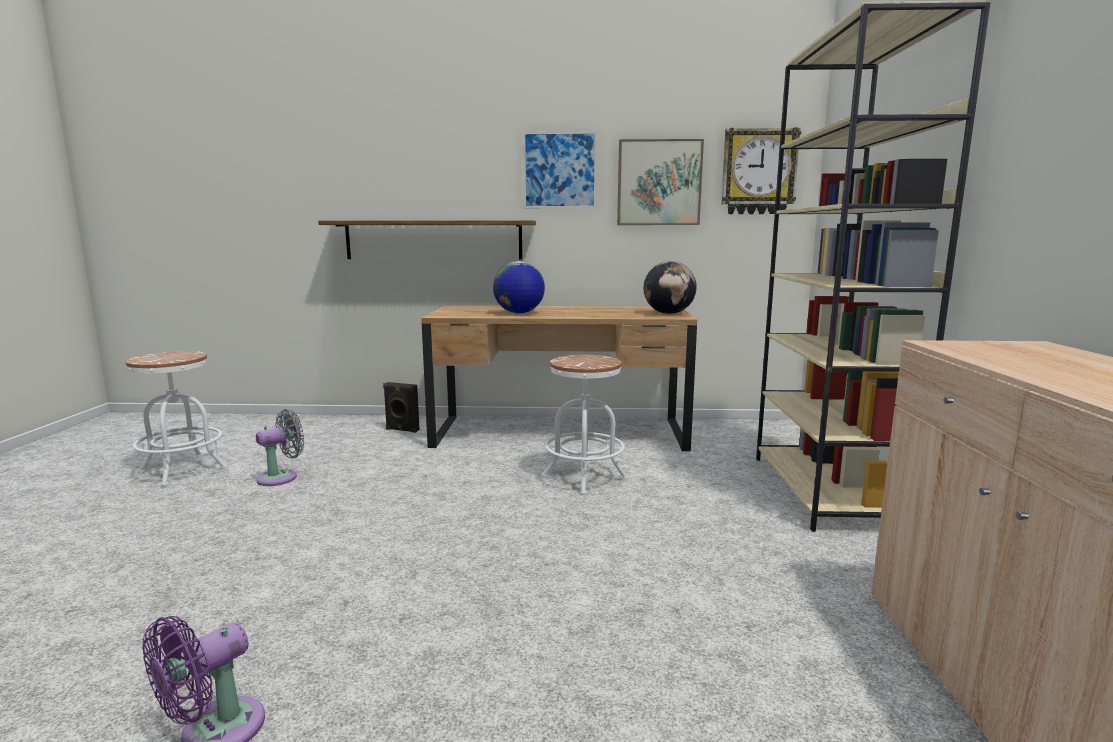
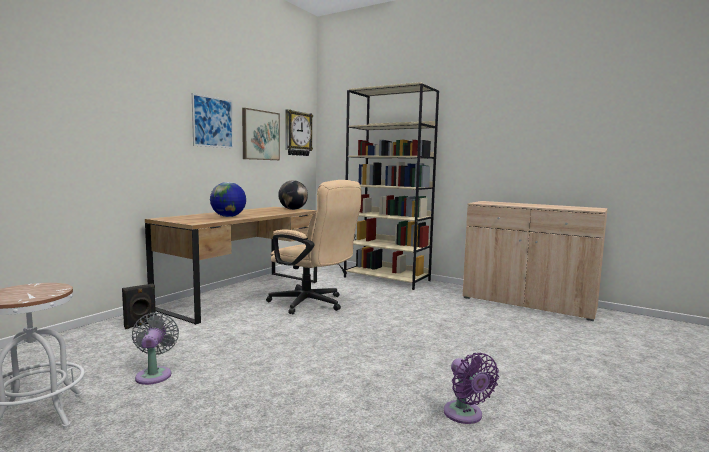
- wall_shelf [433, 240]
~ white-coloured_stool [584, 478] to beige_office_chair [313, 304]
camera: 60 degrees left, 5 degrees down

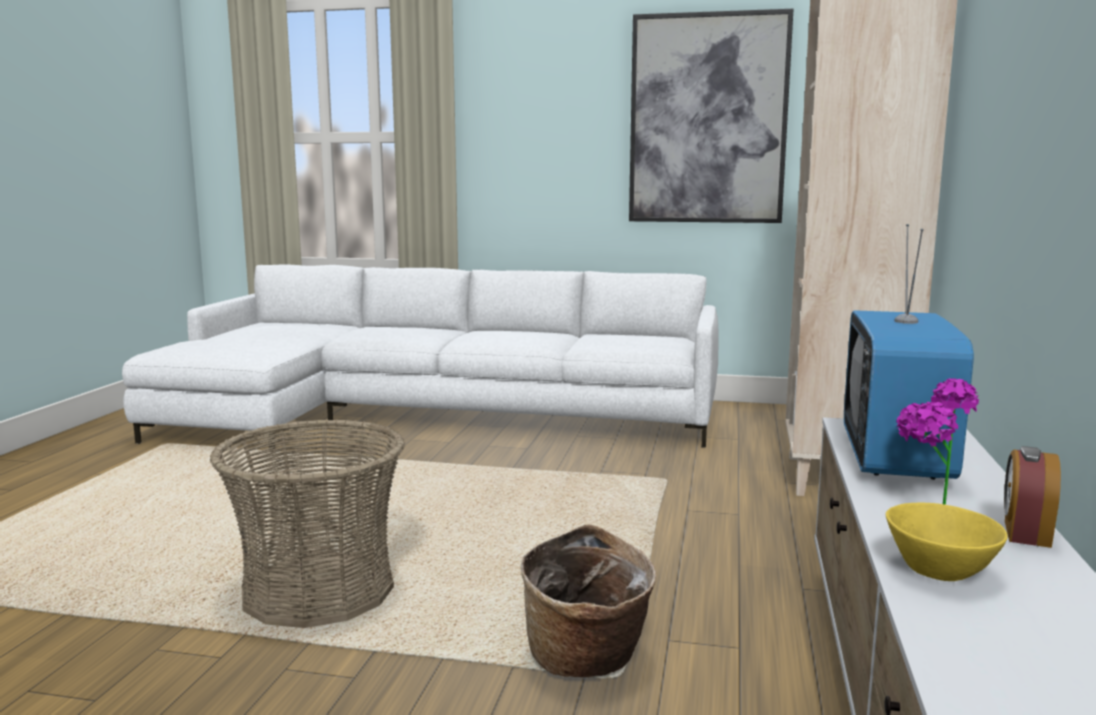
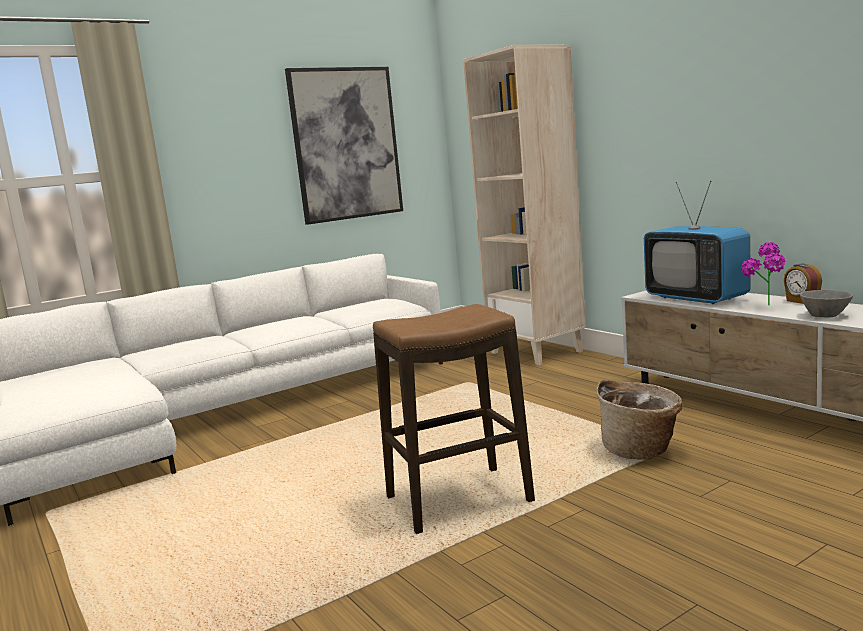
~ storage_basket [319, 592] to stool [459, 499]
~ yellow_bowl [940, 573] to gray_bowl [826, 316]
camera: 45 degrees left, 0 degrees up

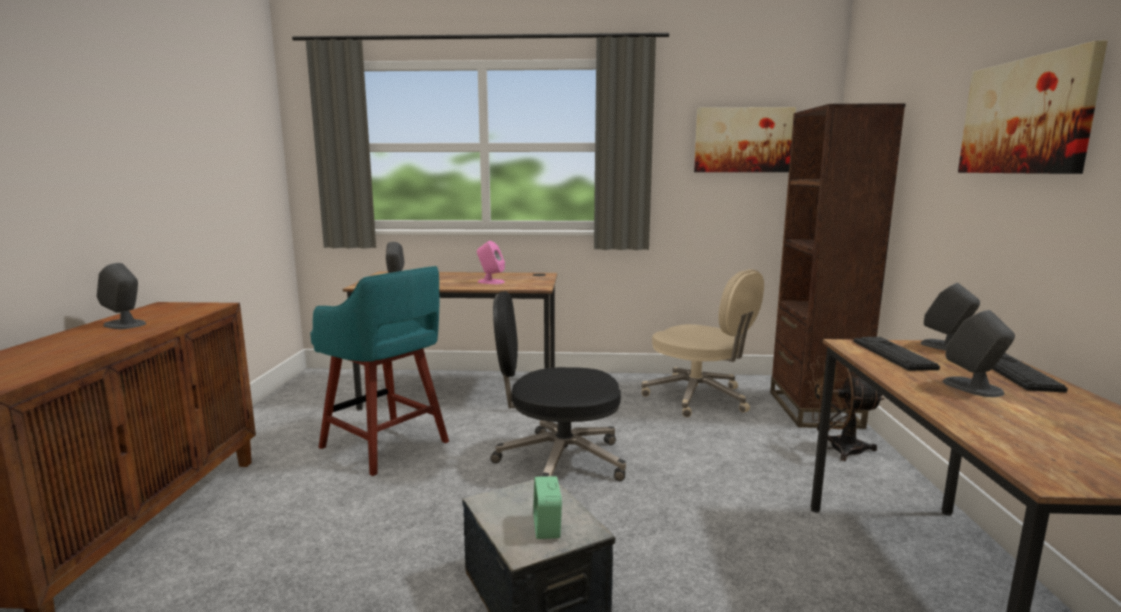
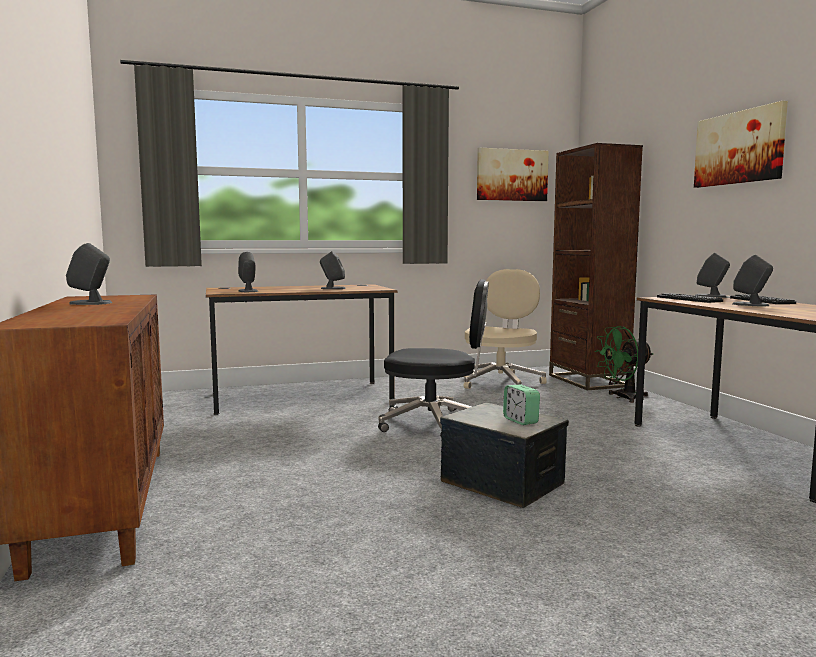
- blue-green_stool [386, 446]
~ pinkish_audio_speaker [490, 282] to gray_audio_speaker [332, 288]
~ blackish_office_chair [558, 461] = [435, 423] 150 degrees counterclockwise
~ beige_office_chair [699, 398] = [501, 382] 90 degrees counterclockwise
~ brown-coloured_cooling_fan [837, 449] to green_cooling_fan [623, 398]
camera: 20 degrees left, 5 degrees down

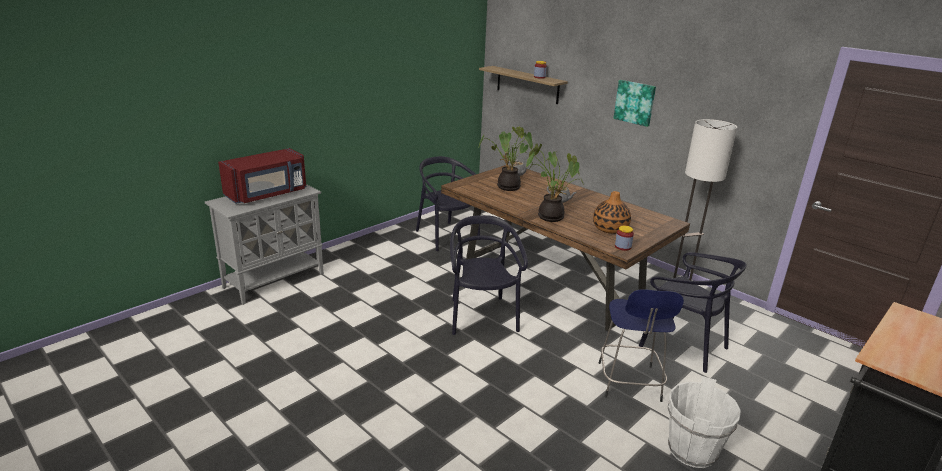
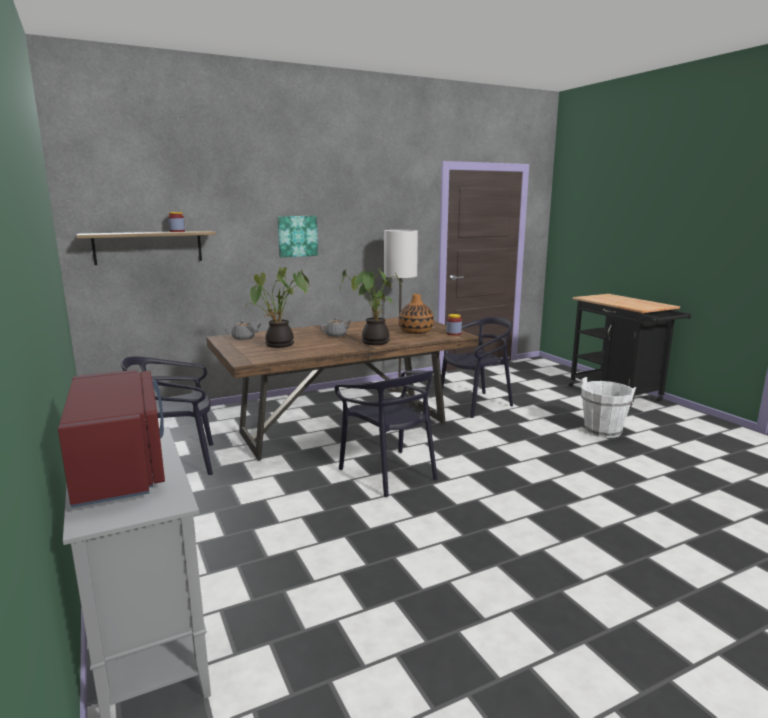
~ blackish_upright_chair [481, 316] = [389, 473] 135 degrees counterclockwise
- blue-coloured_stool [629, 383]
camera: 70 degrees left, 10 degrees down

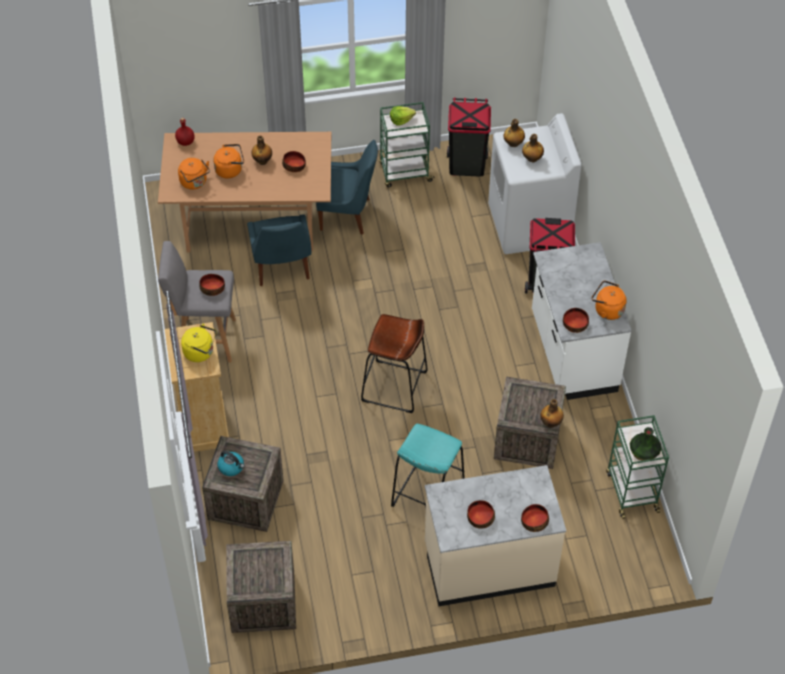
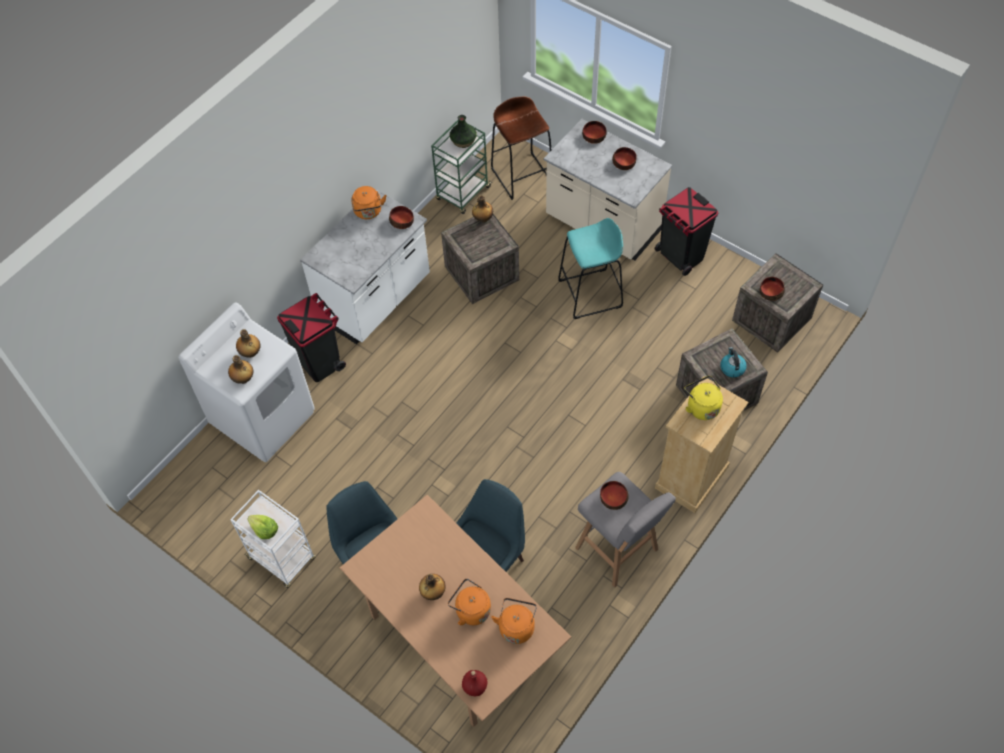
~ bowl [294, 165] to [771, 292]
~ brown-coloured_stool [394, 387] to [522, 175]
~ green_trolley [404, 173] to white-coloured_trolley [282, 559]
~ blackish_rubbish_bin [466, 164] to [680, 256]
camera: 130 degrees left, 5 degrees up

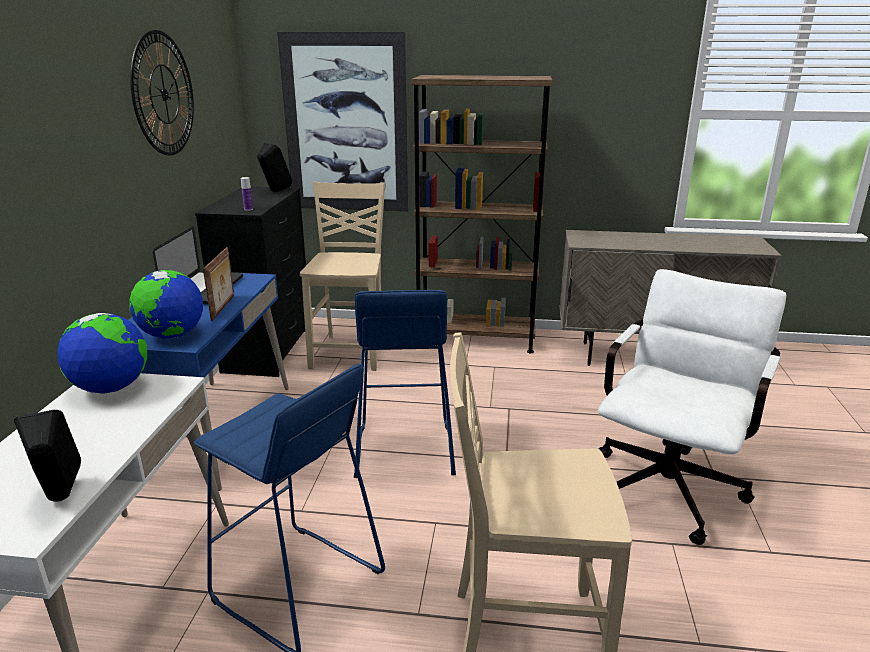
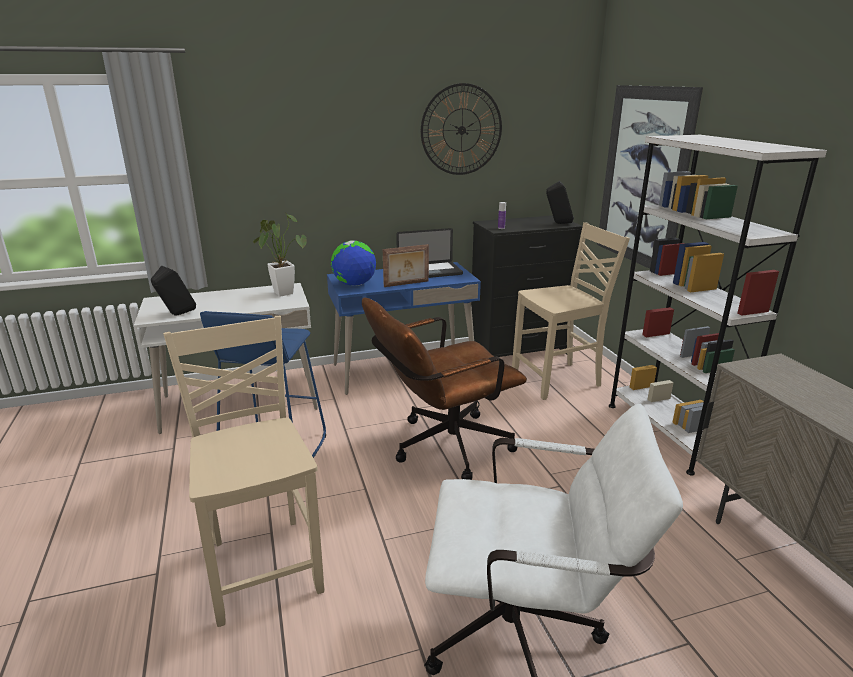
~ desk_globe [111, 388] to plant_in_a_pot [282, 292]
~ blue-coloured_stool [403, 451] to brown-coloured_office_chair [442, 448]
~ brown-coloured_shelving_unit [475, 339] to white-coloured_shelving_unit [669, 432]
camera: 65 degrees right, 0 degrees up

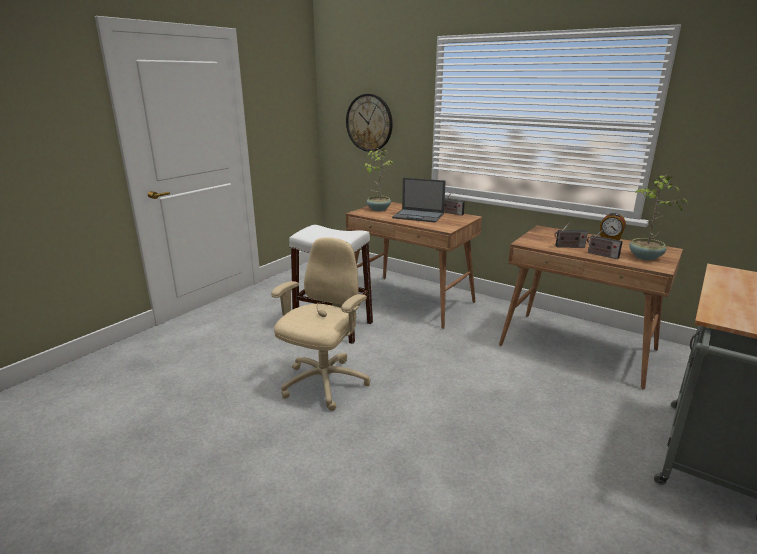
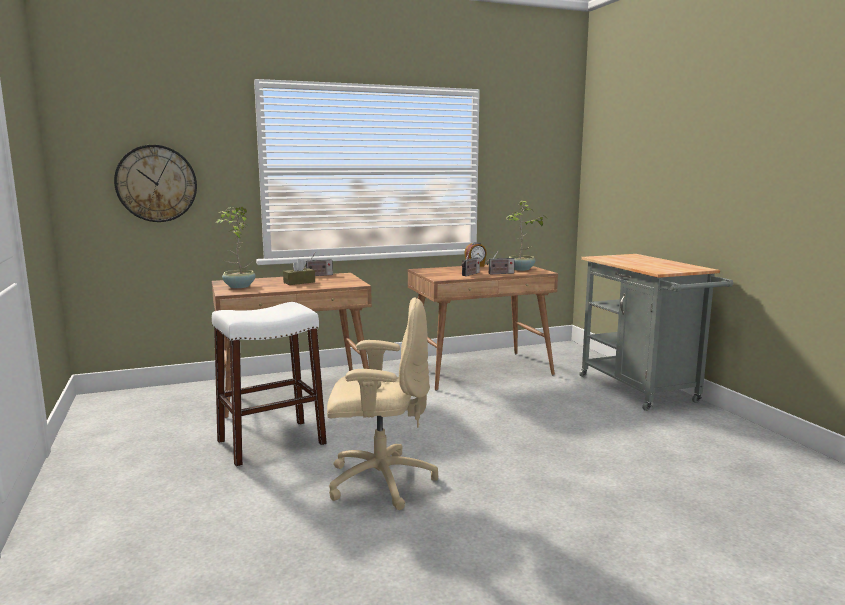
~ beige_office_chair [323, 384] = [379, 481] 120 degrees clockwise
~ portable_computer [419, 216] to brown-coloured_box_of_tissues [299, 282]
camera: 55 degrees left, 10 degrees down

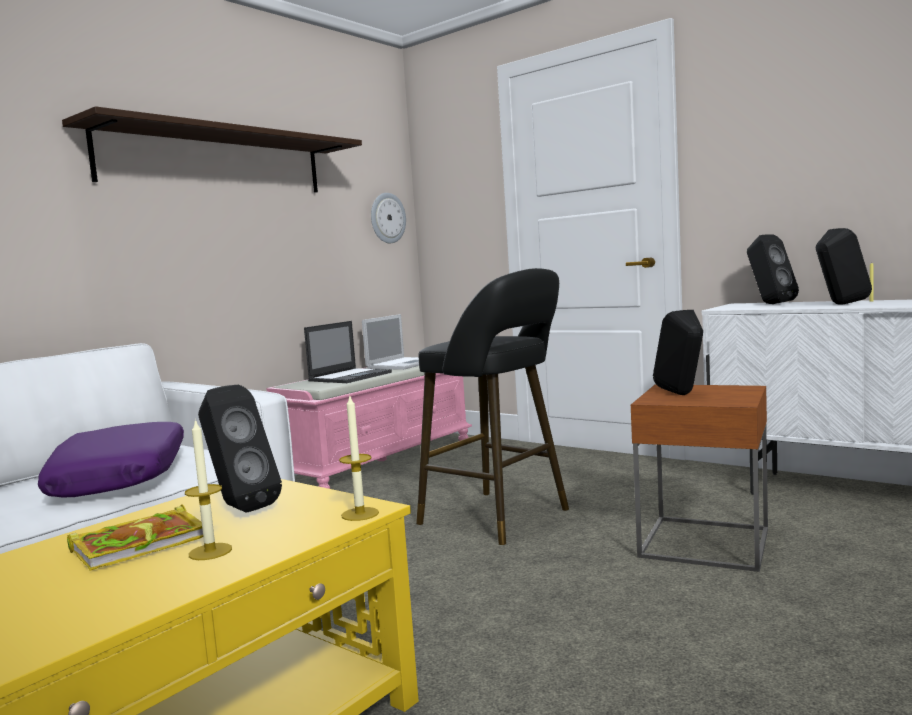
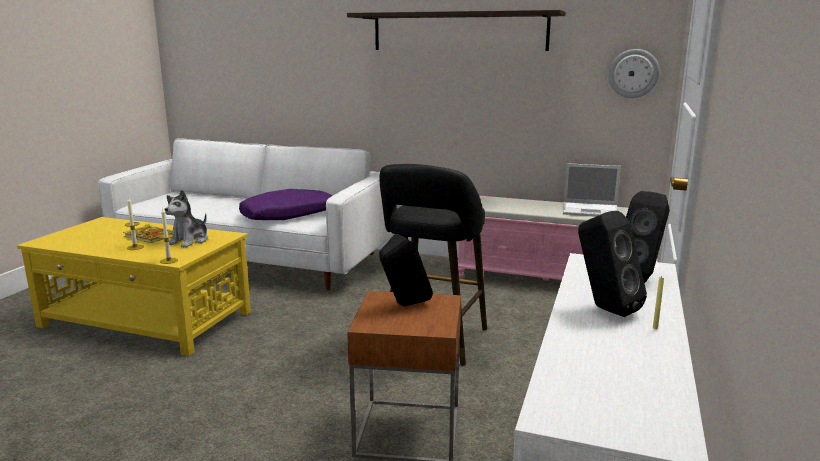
~ blackish_audio_speaker [239, 508] to soft_toy [189, 241]
- portable_computer [351, 376]
camera: 70 degrees right, 10 degrees up

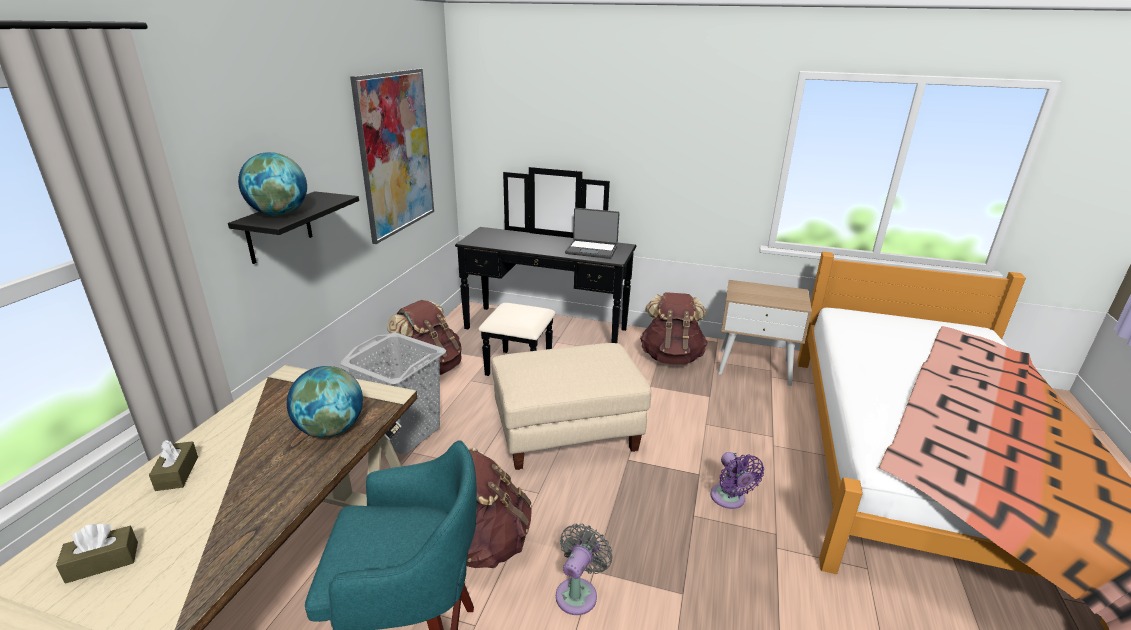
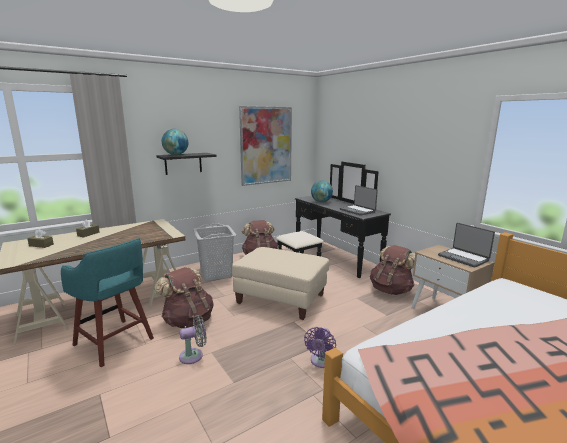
~ desk_globe [331, 429] to [321, 202]
+ portable_computer [463, 258]
camera: 40 degrees right, 10 degrees down

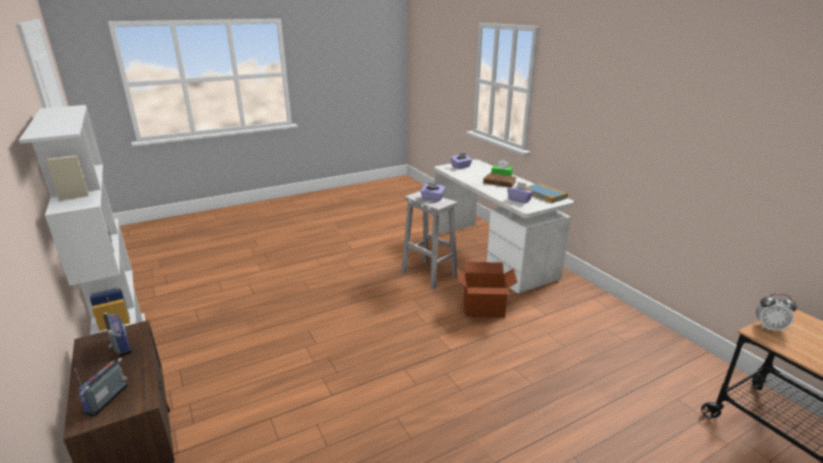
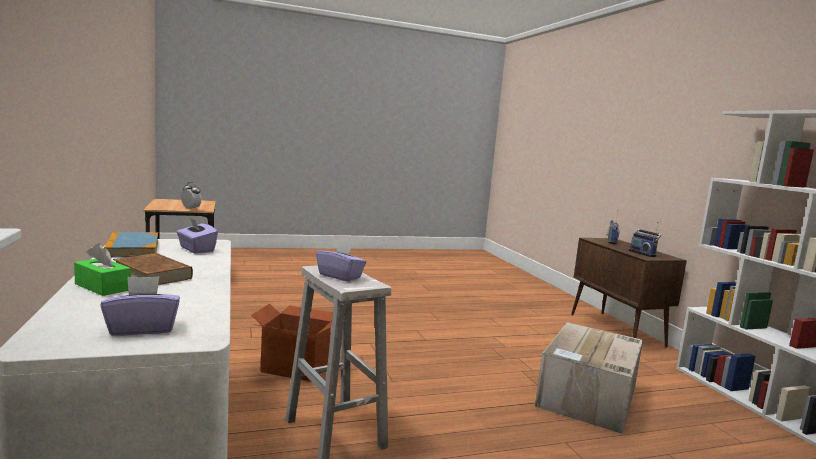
+ carton [587, 397]
camera: 170 degrees left, 15 degrees down

